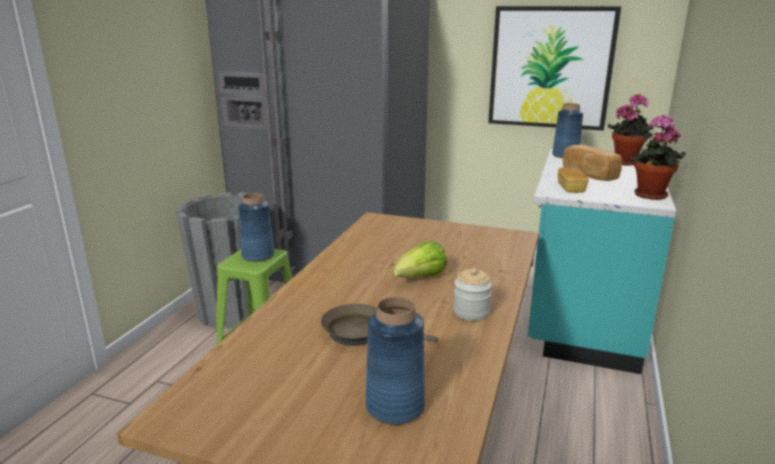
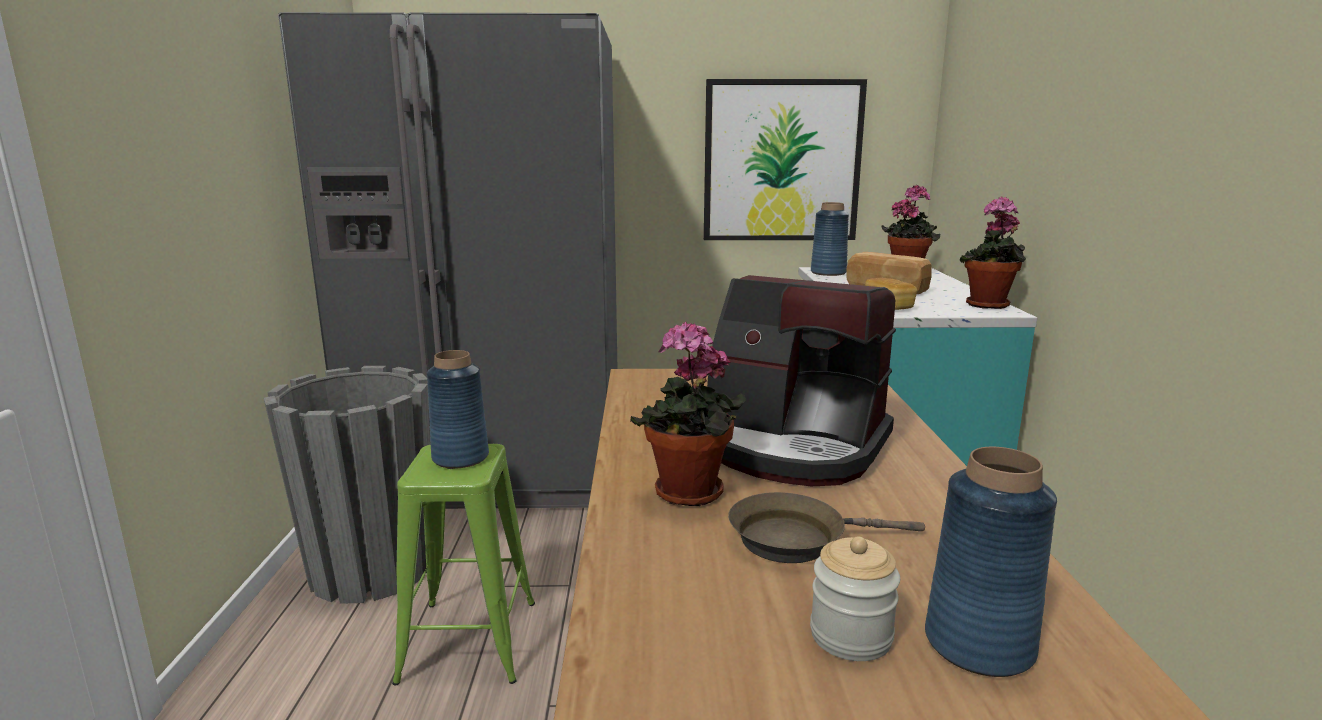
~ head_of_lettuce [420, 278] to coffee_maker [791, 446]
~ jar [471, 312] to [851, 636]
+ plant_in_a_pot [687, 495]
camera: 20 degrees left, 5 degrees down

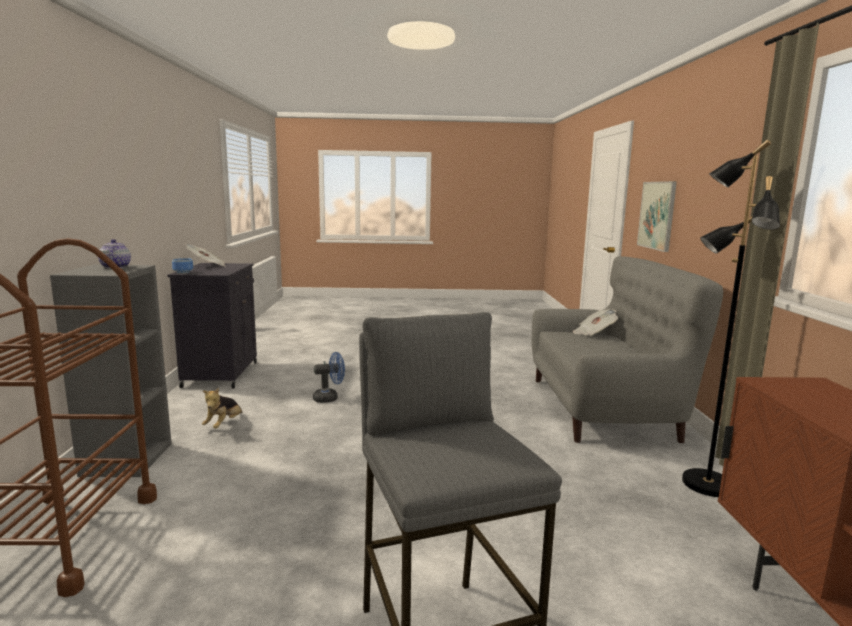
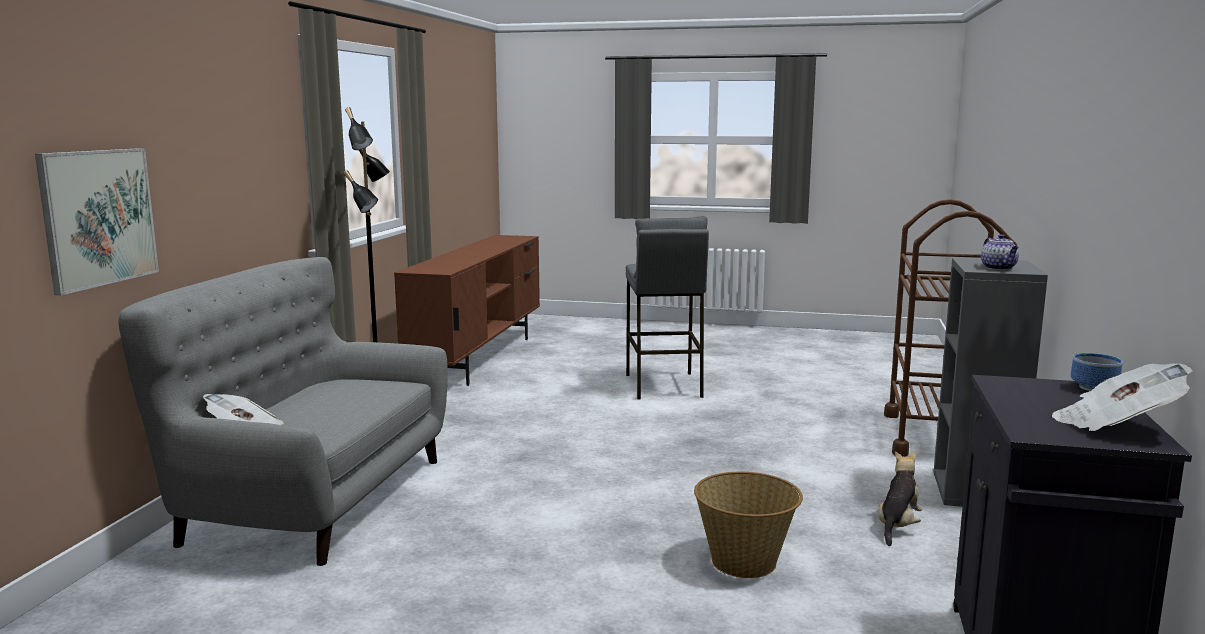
~ blue-coloured_cooling_fan [330, 398] to storage_basket [745, 562]
camera: 165 degrees left, 0 degrees up

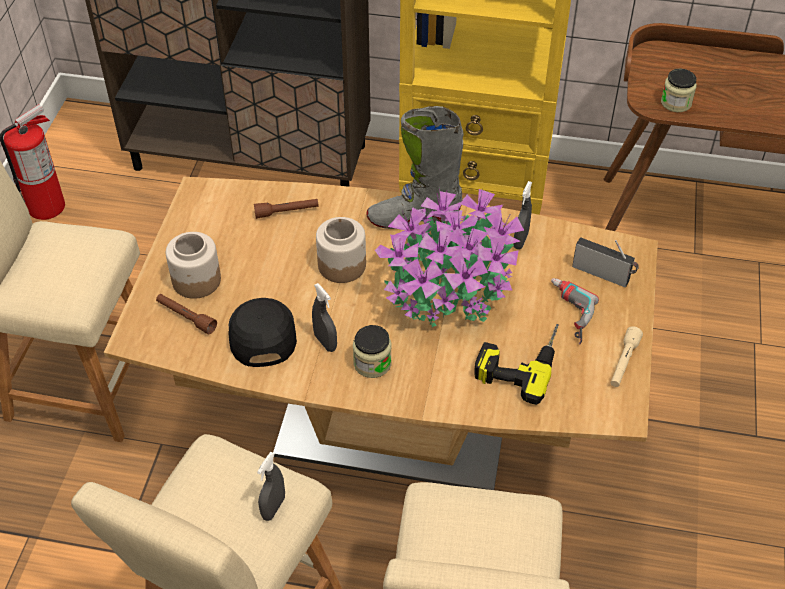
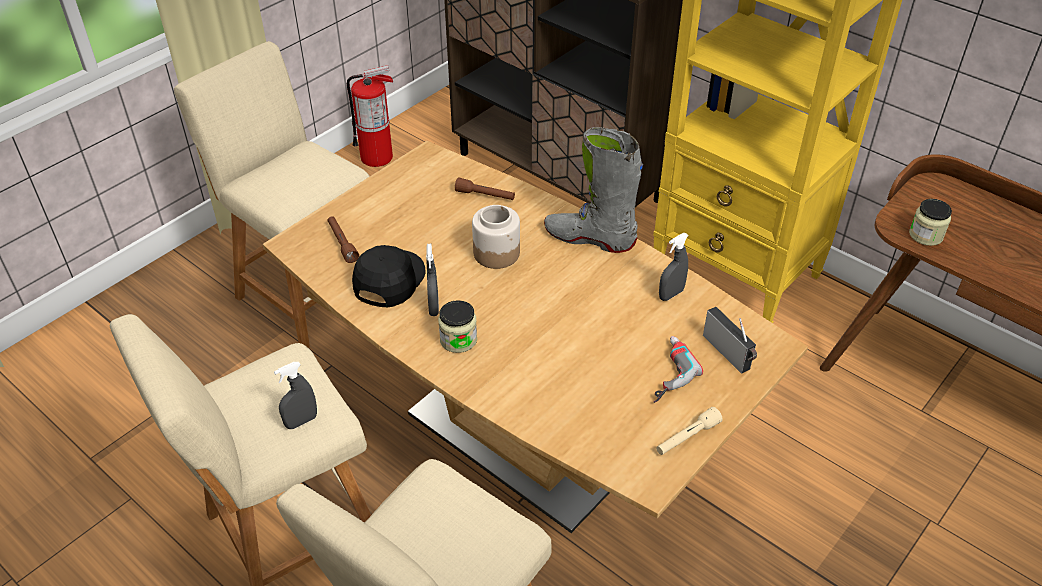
- jar [196, 280]
- plant_in_a_pot [448, 289]
- power_drill [518, 360]
camera: 30 degrees right, 5 degrees down

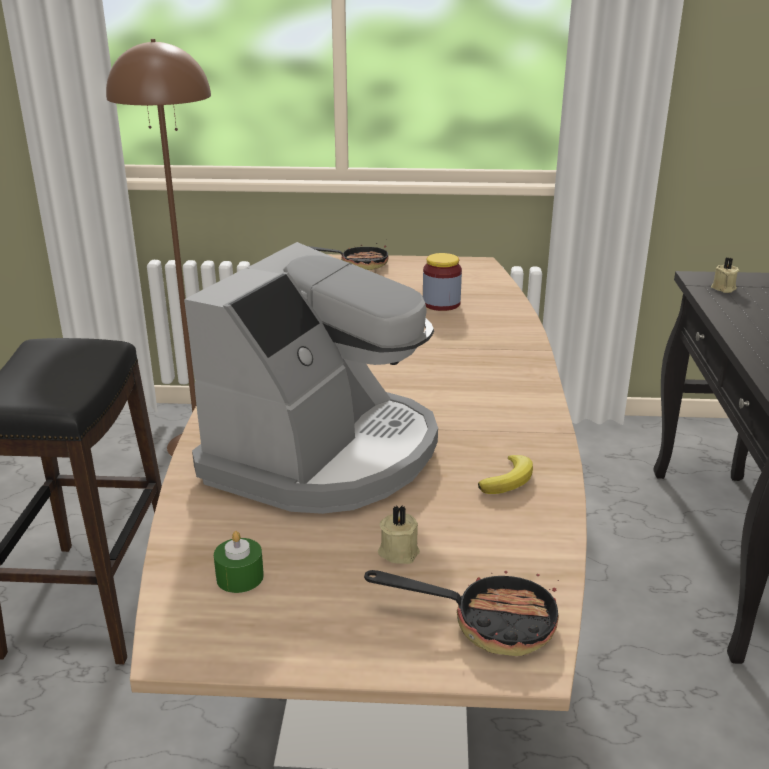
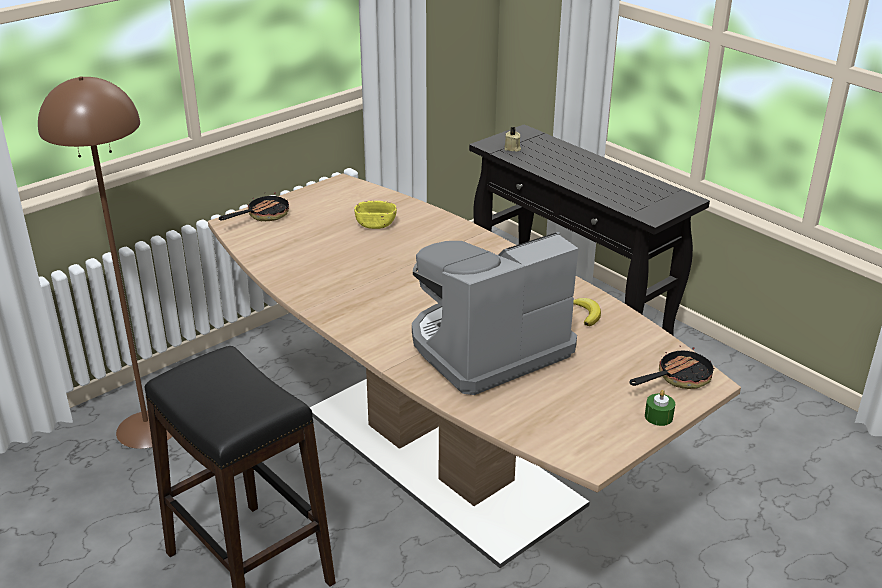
~ coffee_maker [324, 454] = [487, 348] 105 degrees counterclockwise
~ green_wax_candle [240, 577] to [658, 416]
- beige_wax_candle [398, 551]
~ jar [441, 304] to yellow_bowl [376, 224]
camera: 45 degrees left, 5 degrees up

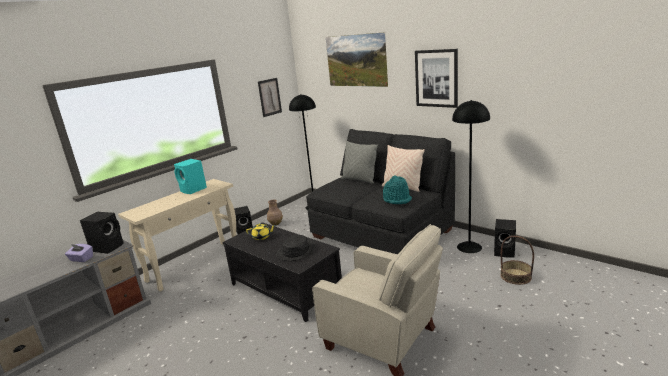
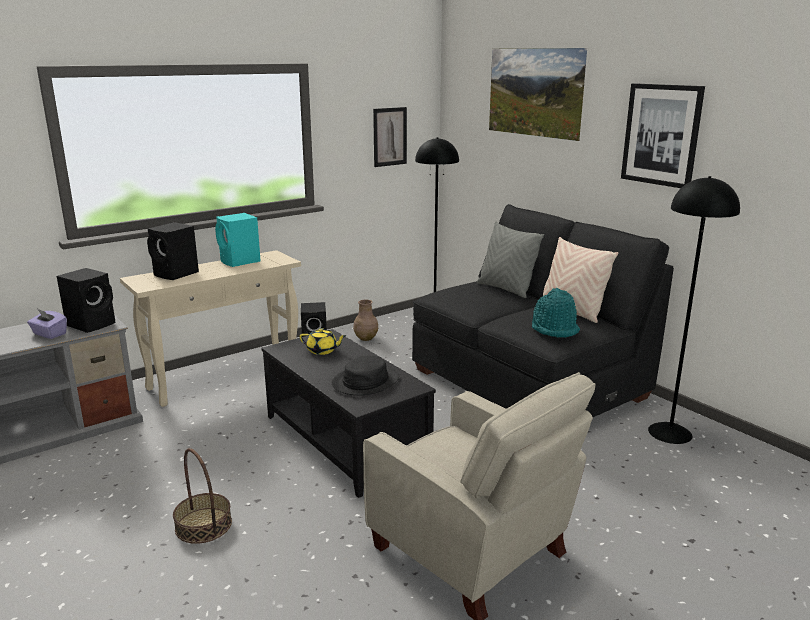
~ blackish_audio_speaker [505, 252] to [176, 274]
~ storage_basket [515, 276] to [204, 525]
camera: 10 degrees right, 0 degrees up

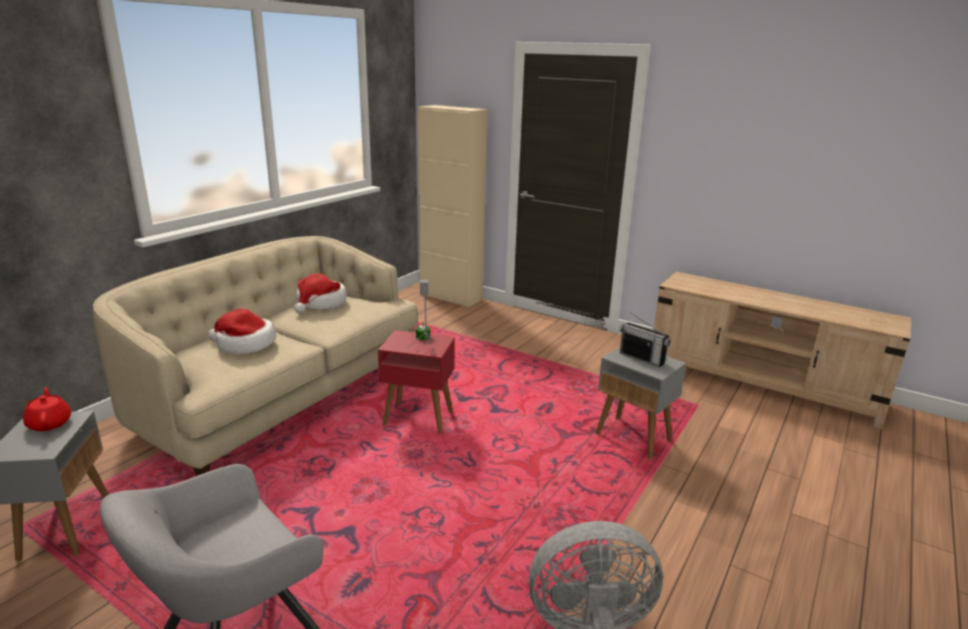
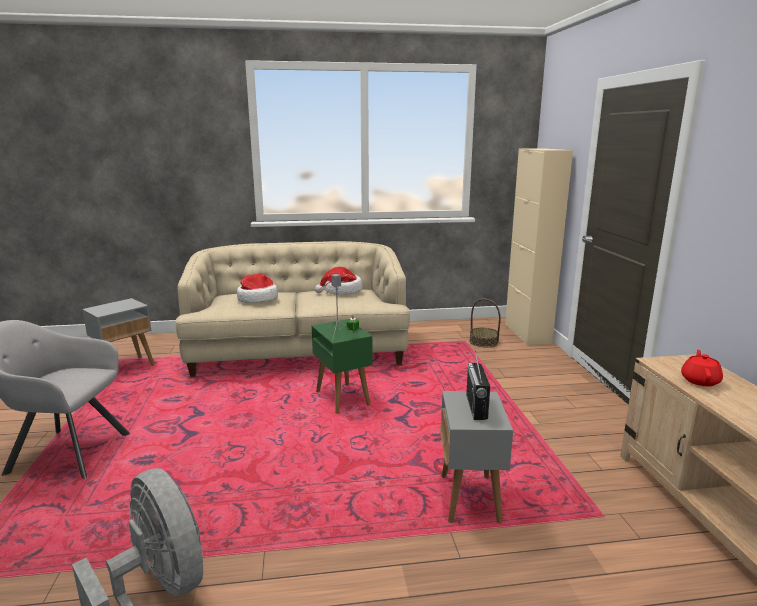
~ red-coloured_pot_for_tea [50, 423] to [700, 380]
~ red-coloured_end_table [417, 419] to green_end_table [342, 398]
+ storage_basket [484, 342]
camera: 50 degrees right, 5 degrees down

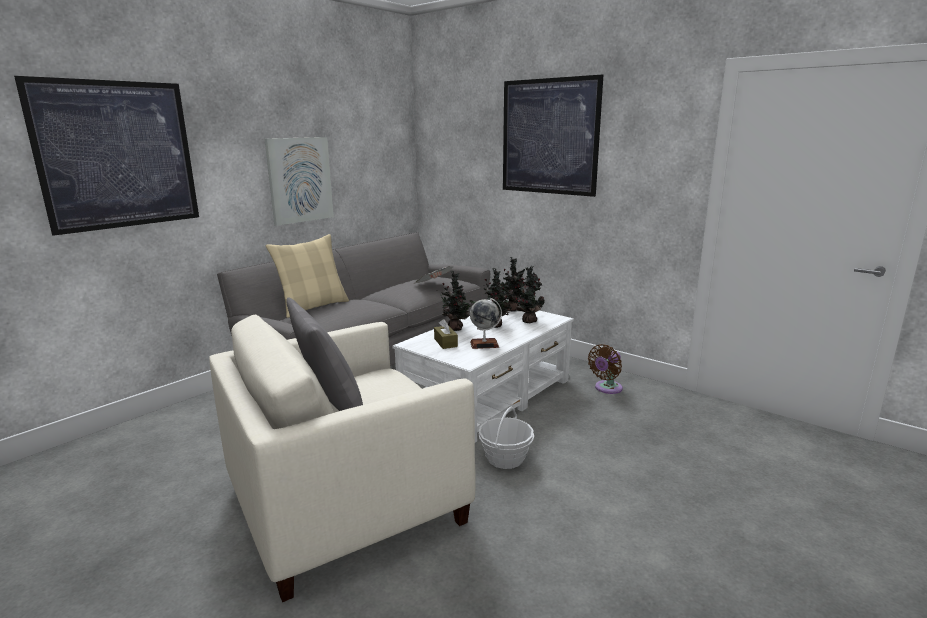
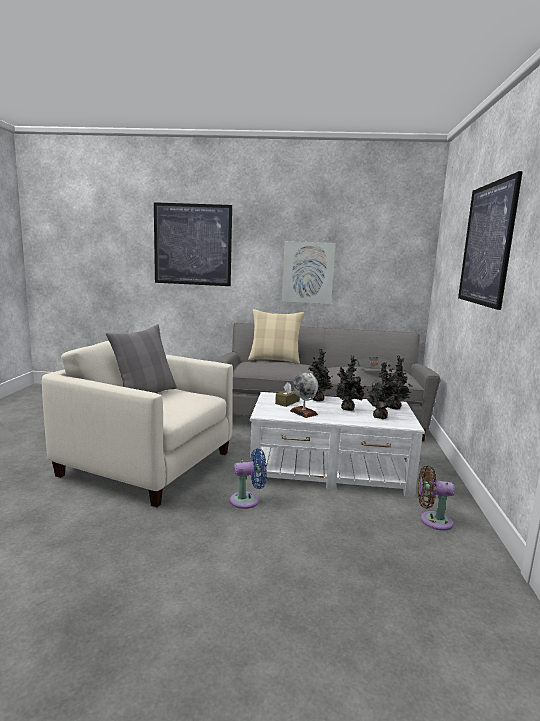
~ storage_basket [505, 458] to blue-coloured_cooling_fan [248, 500]
camera: 55 degrees right, 5 degrees down

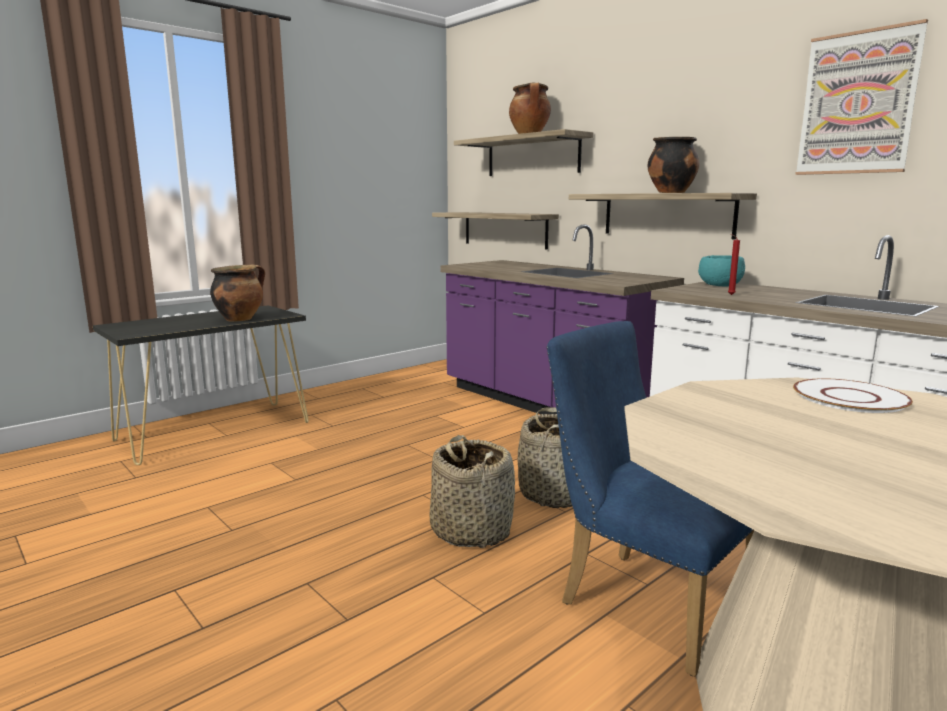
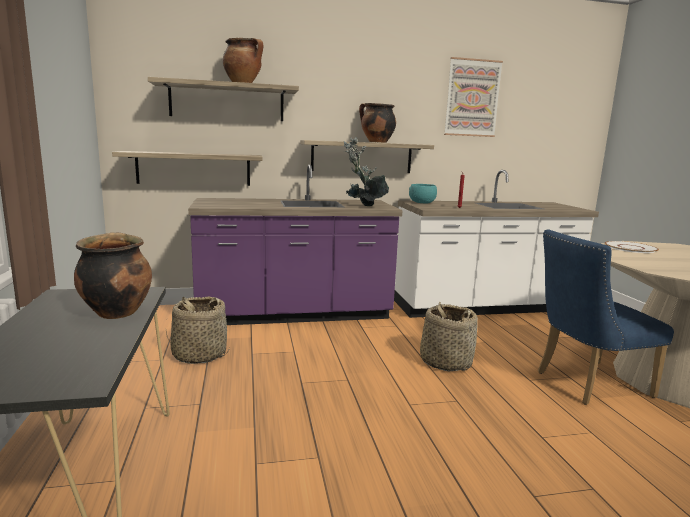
~ storage_basket [471, 530] to [199, 355]
+ plant_in_a_pot [363, 206]
camera: 60 degrees left, 0 degrees up

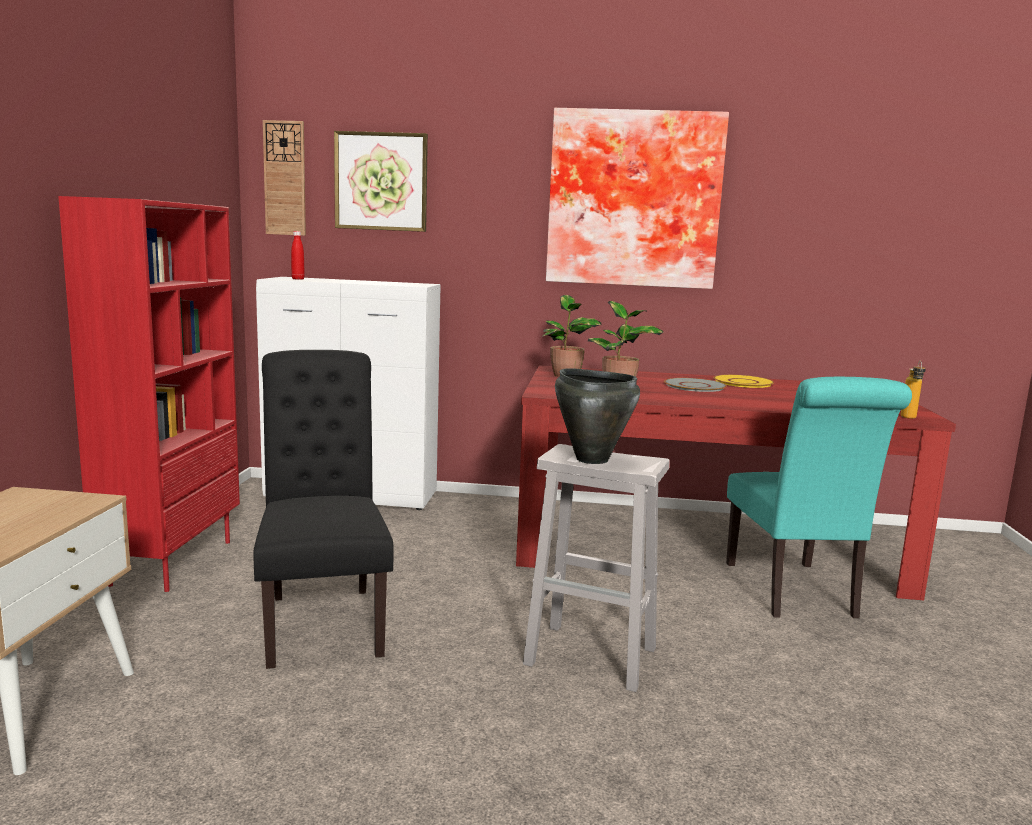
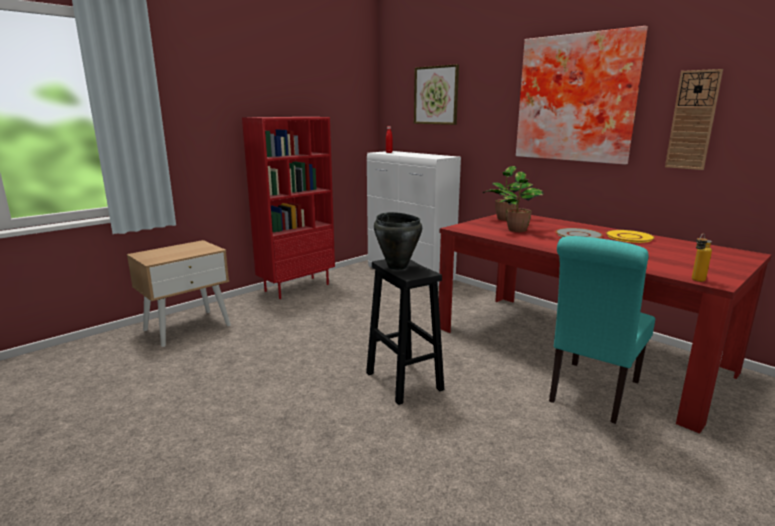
- blackish_upright_chair [323, 619]
~ clock_on_the_wall [285, 178] to [692, 120]
~ white-coloured_stool [593, 656] to blackish_stool [405, 382]
camera: 40 degrees right, 5 degrees up

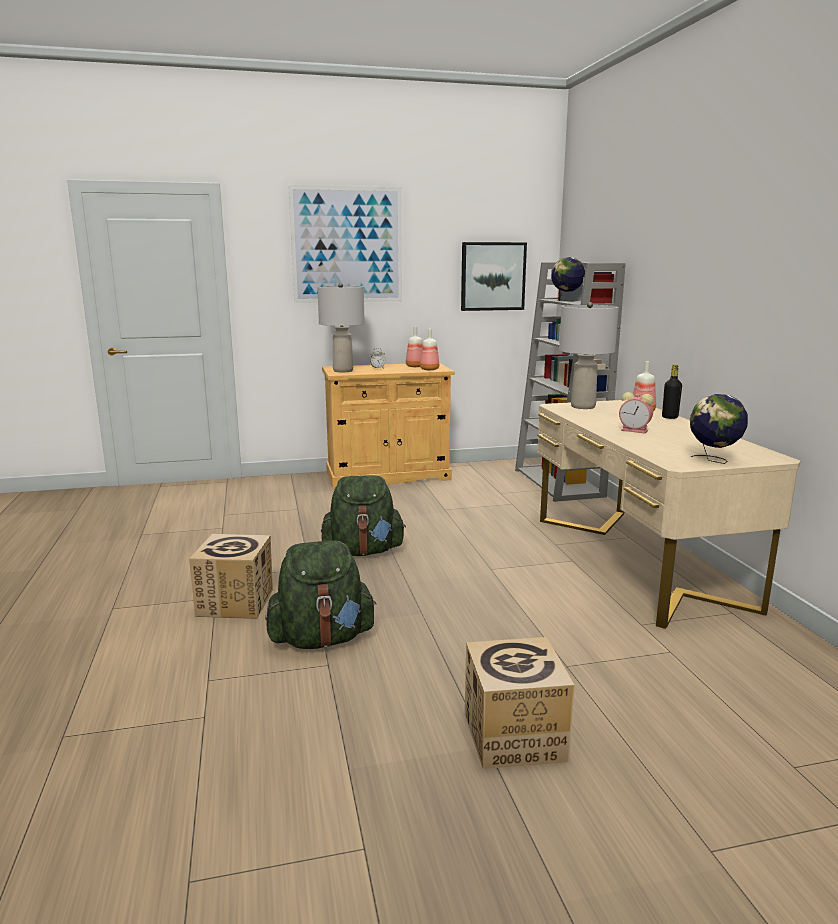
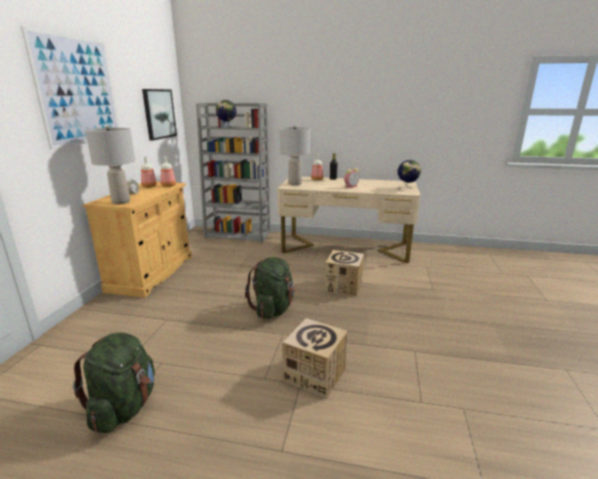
~ green_rucksack [322, 639] to [124, 407]
~ carton [514, 736] to [344, 286]
camera: 65 degrees left, 5 degrees up

